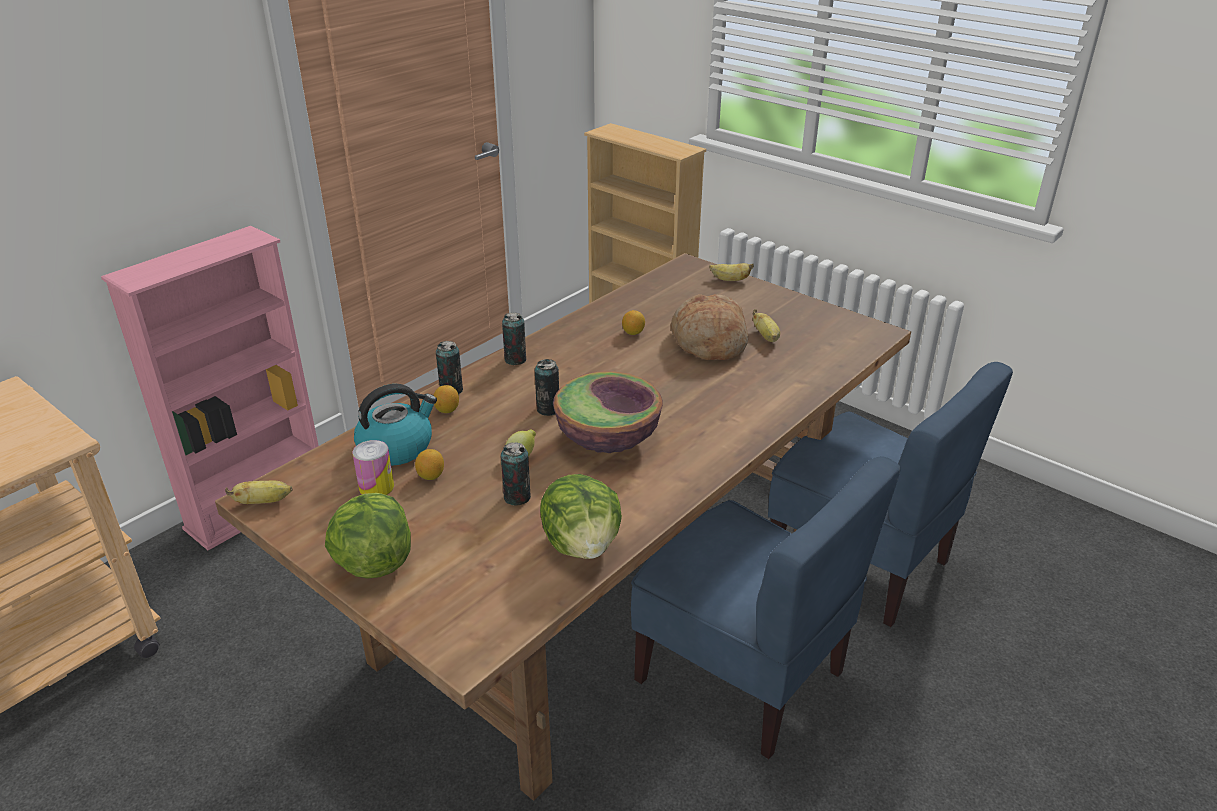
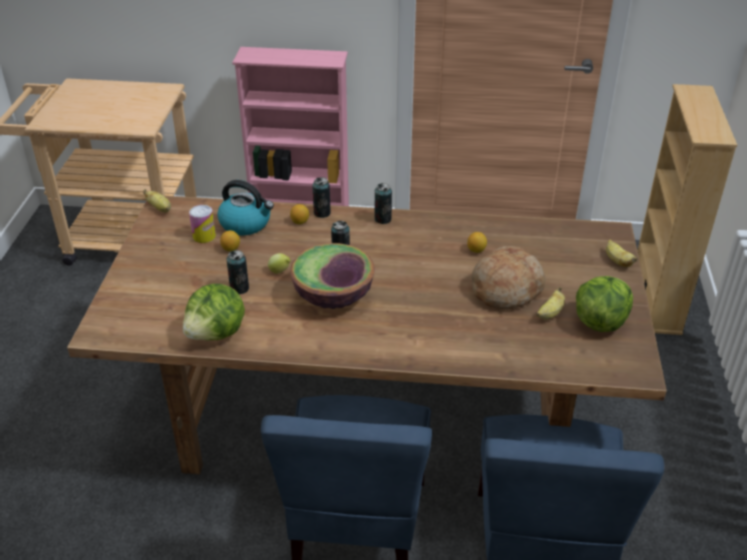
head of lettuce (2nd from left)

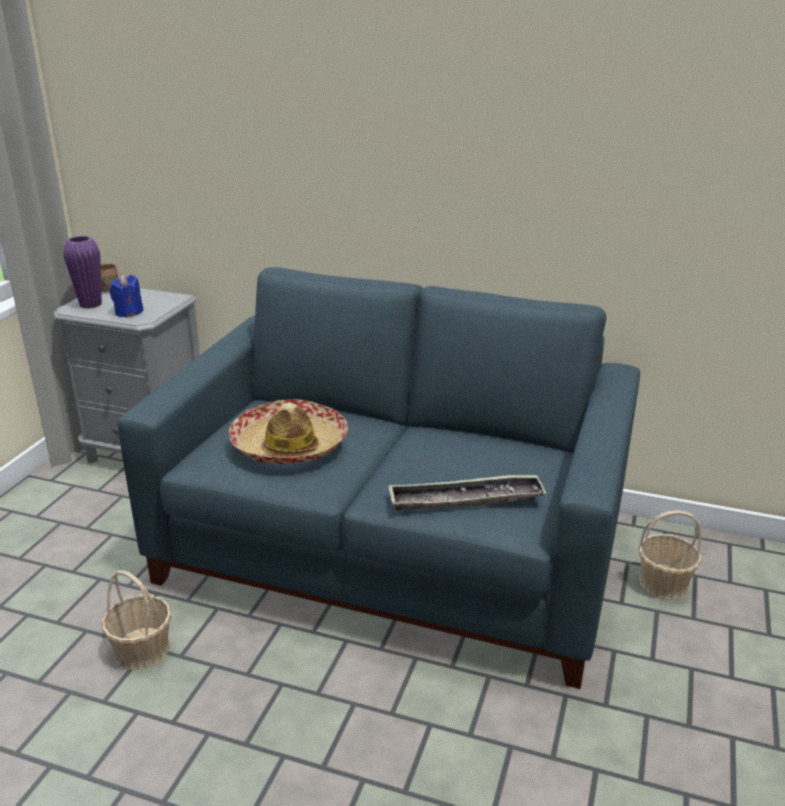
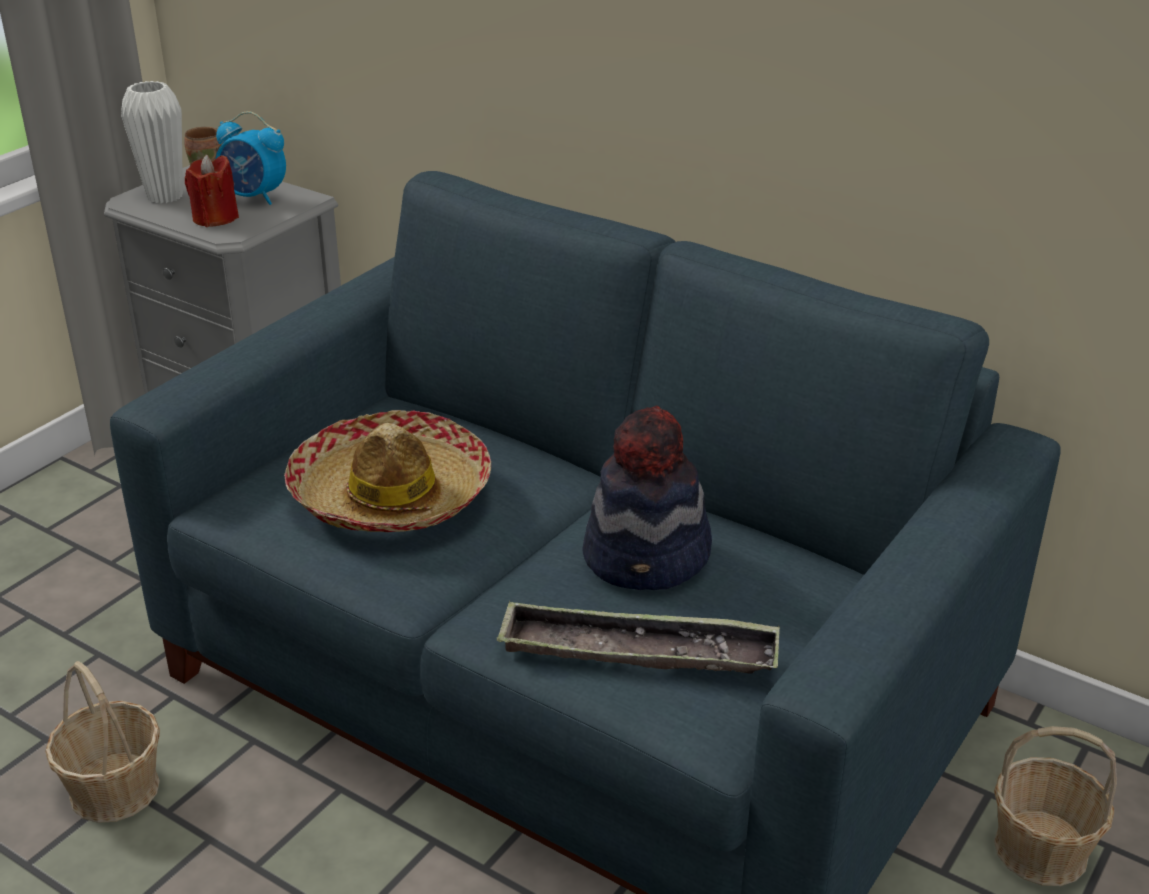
decorative vase in white-coloured; wax candle in red; bedside clock; wearable hat (2nd from left)

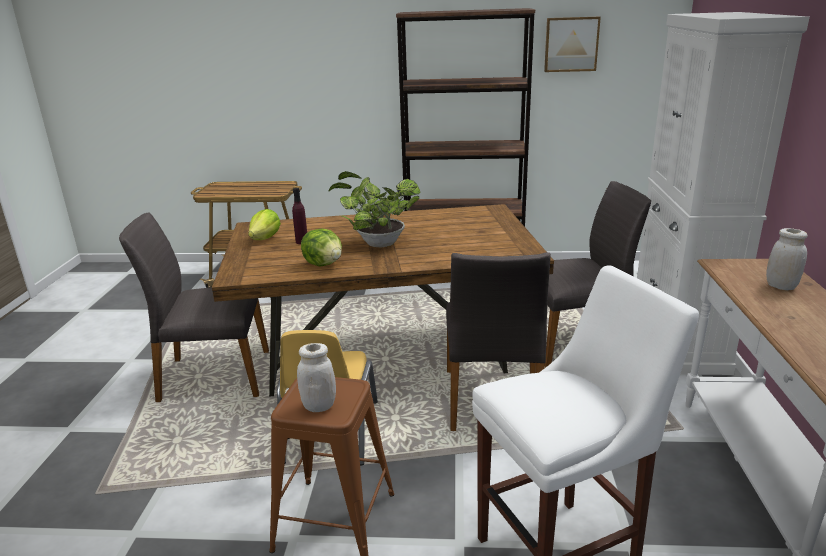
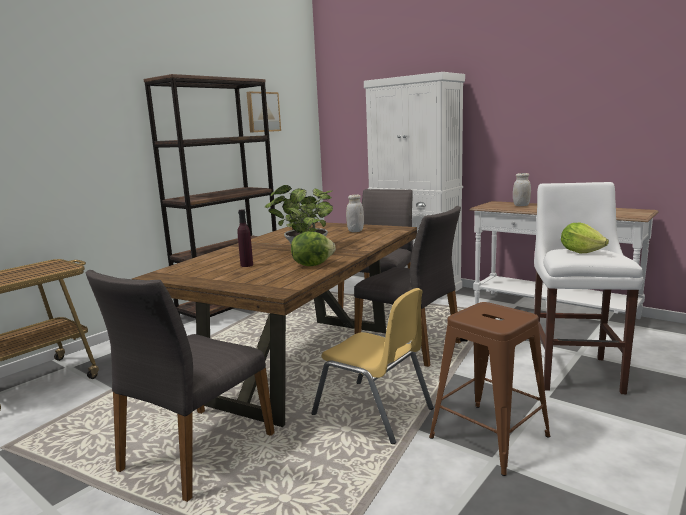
head of lettuce (2nd from left); jar in white-coloured (1st from left)

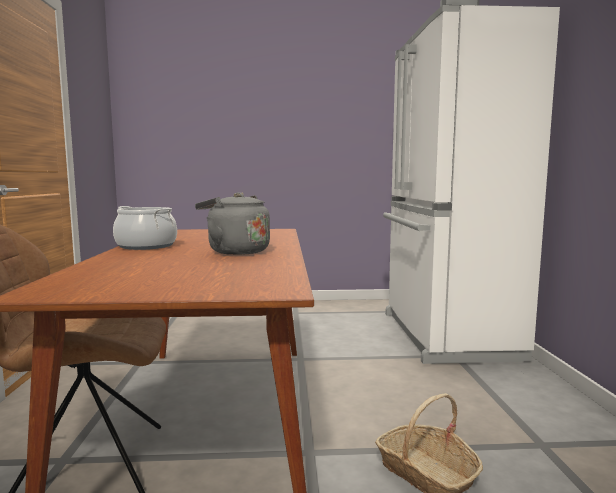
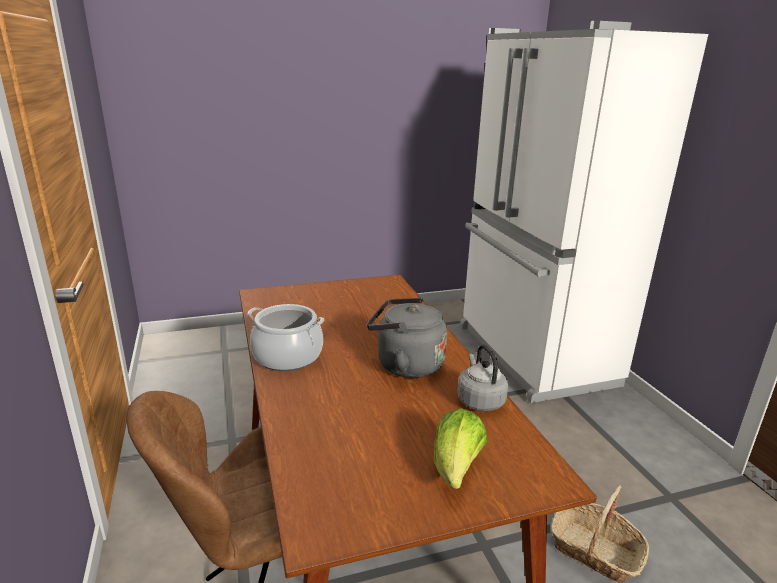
head of lettuce; kettle in greyish (2nd from left)

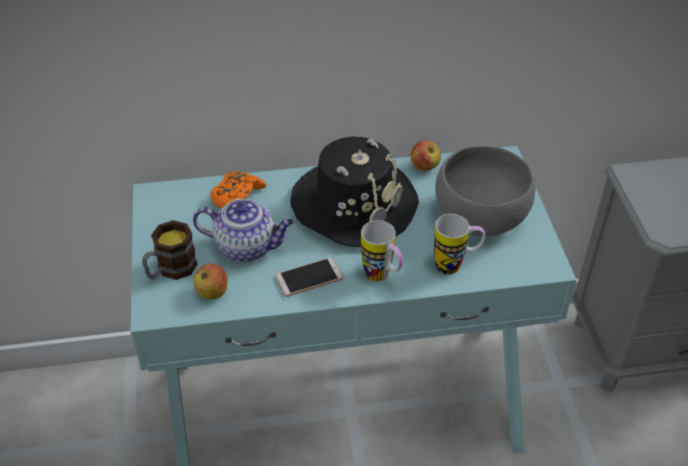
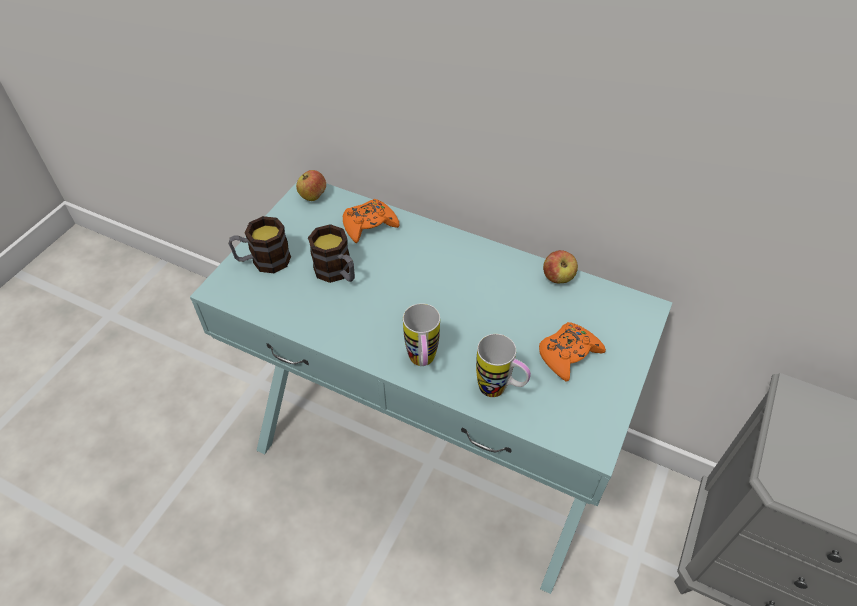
tea mug (2nd from left); apple (1st from left); telephone; wearable hat in black-coloured; joypad in orange (2nd from left)

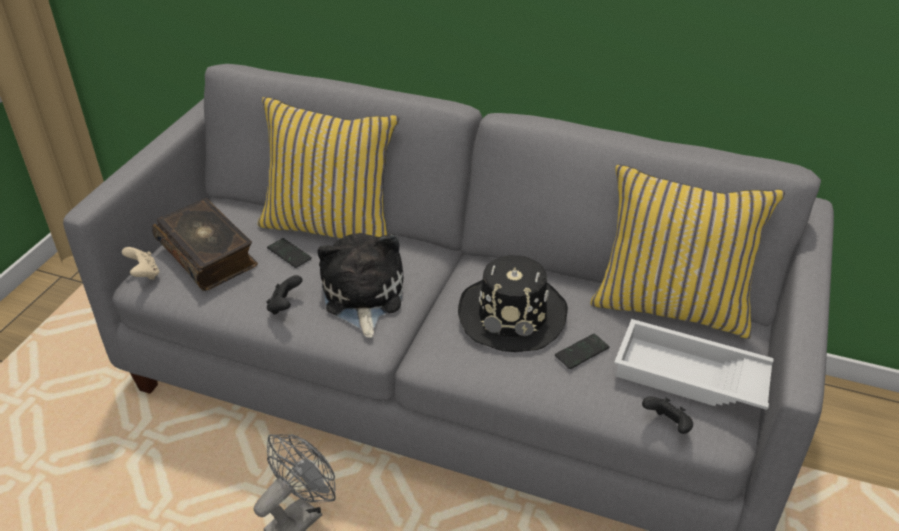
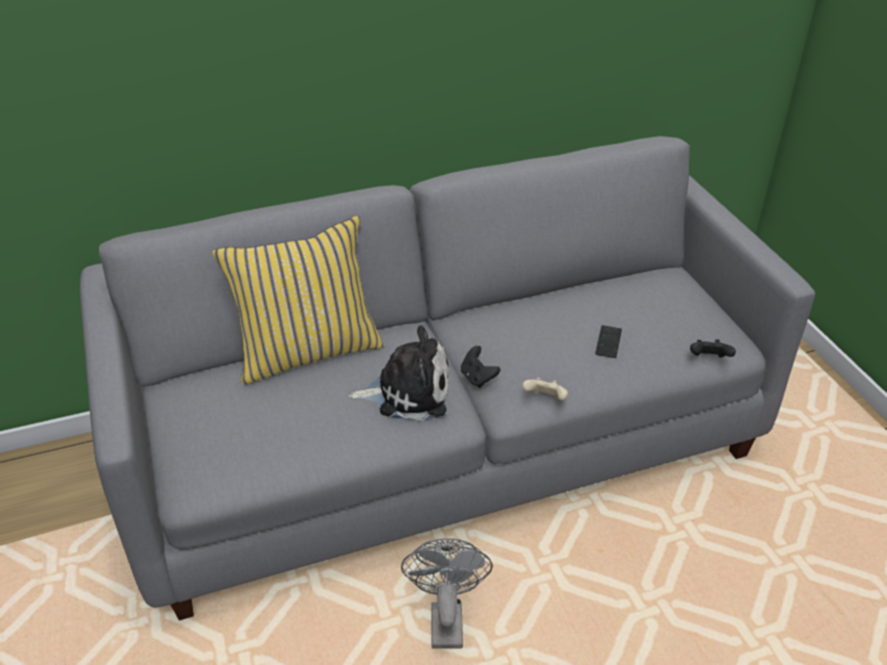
joypad in sand-coloured; bound book; joypad in black-coloured (1st from left); telephone (1st from left in the first image); soft toy; wearable hat in black-coloured; pillow in yellow-coloured (2nd from left in the first image); carrying tray in white-coloured

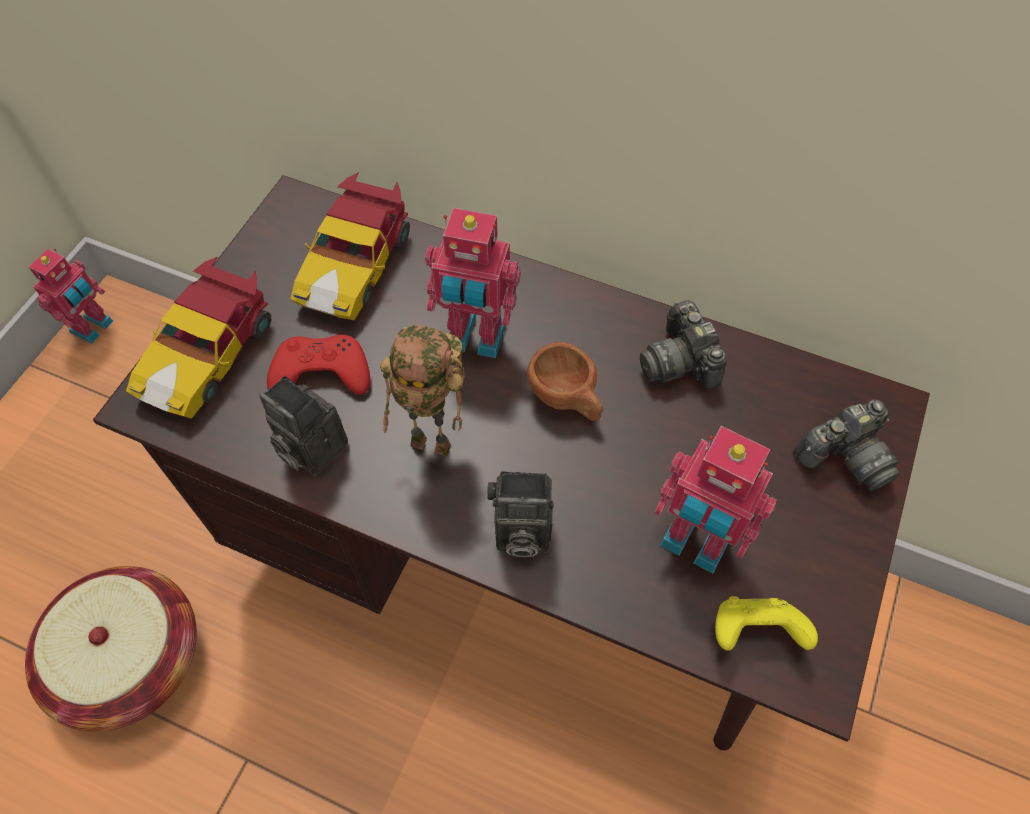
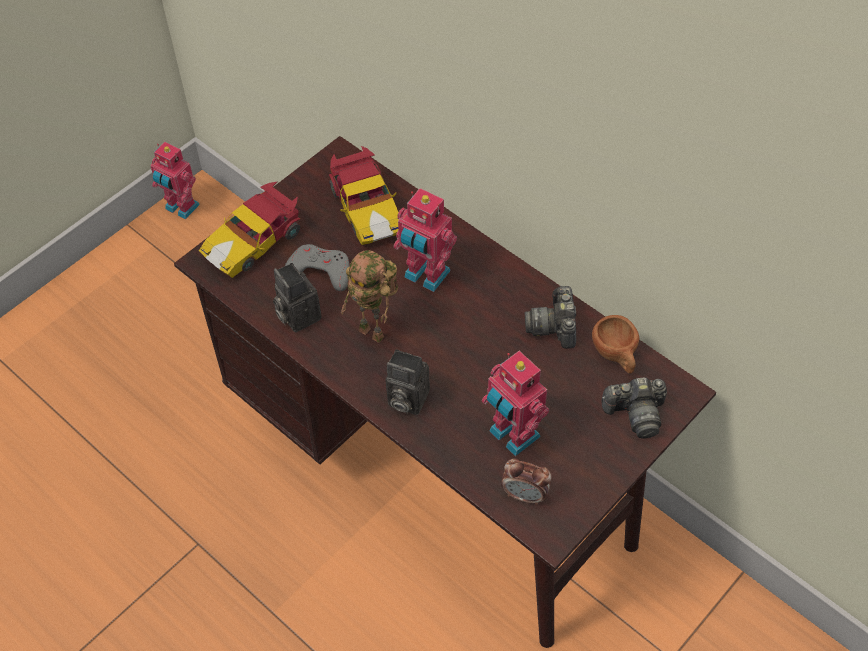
basket; model robot (1st from left); joypad in greyish; miniature car (2nd from left); small cup in brown-coloured; bedside clock

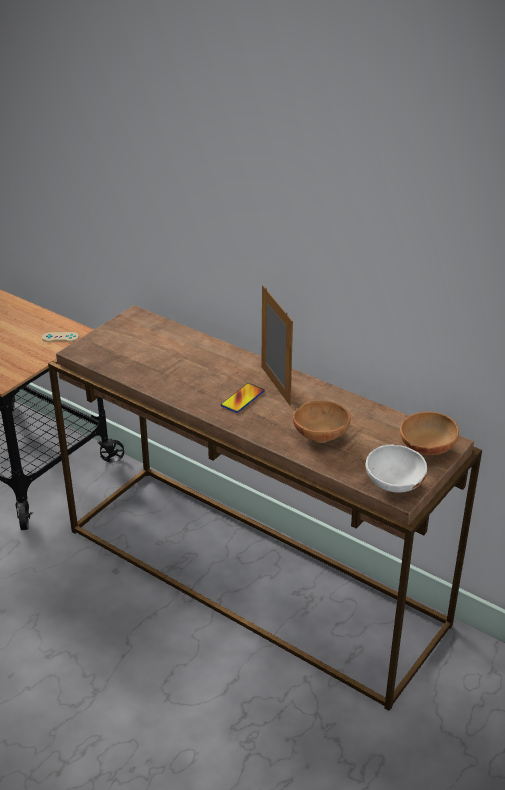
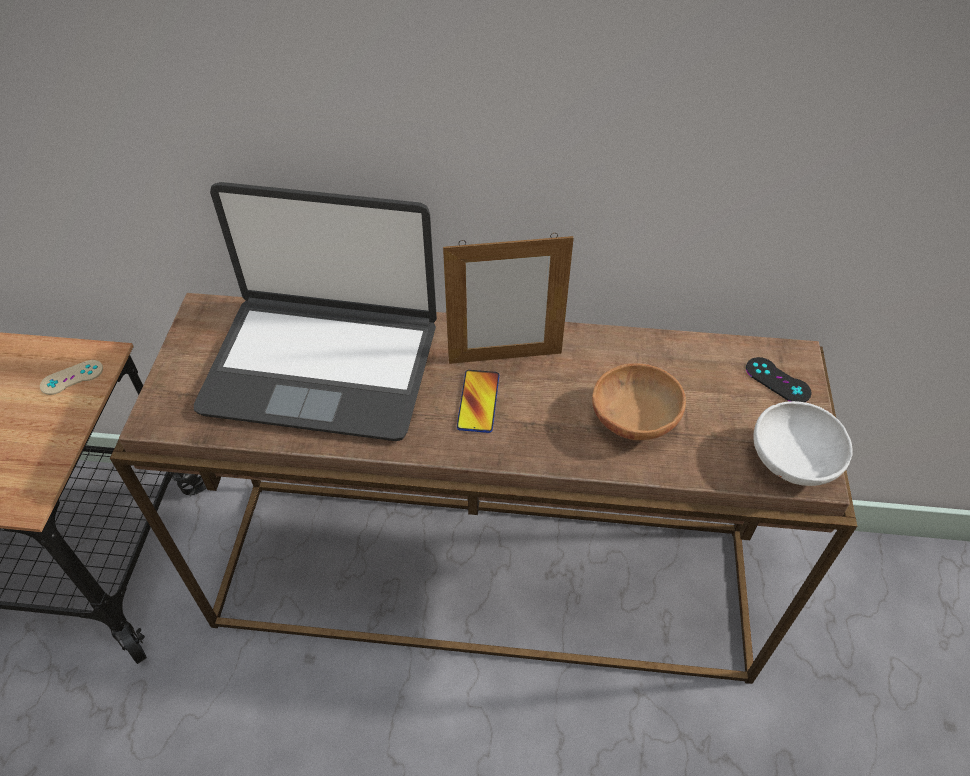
photo frame; joypad in black-coloured; laptop

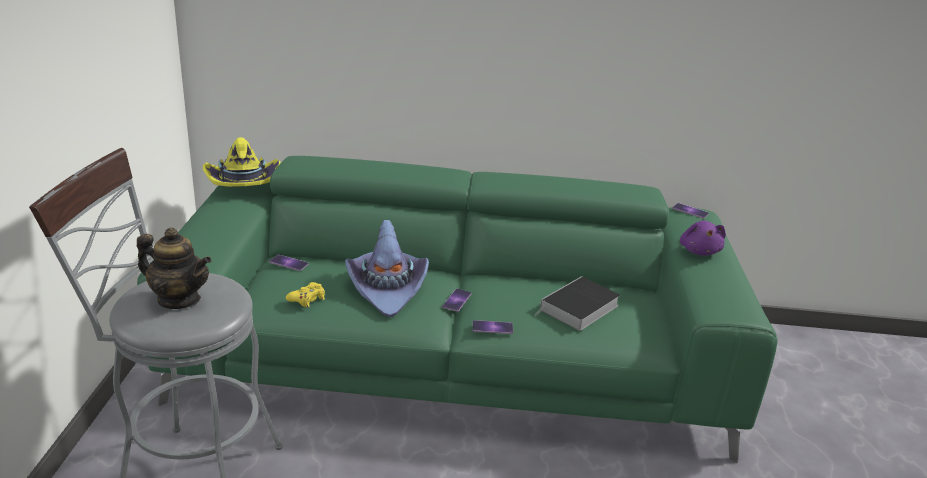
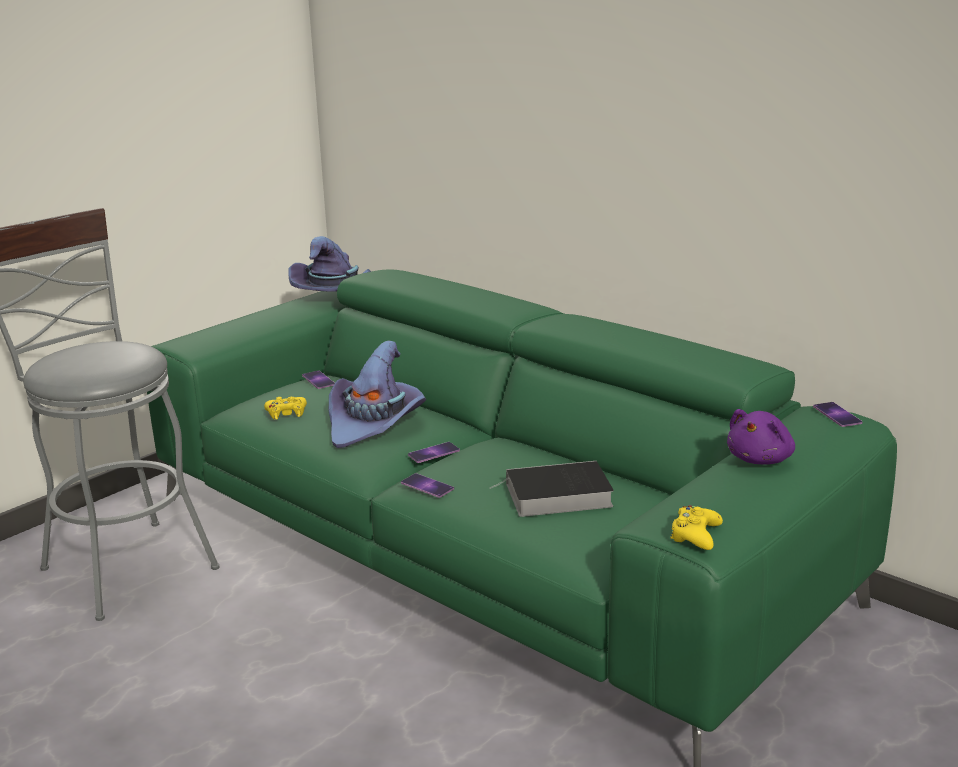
pot for tea; wearable hat in purplish (1st from left); joypad in yellow-coloured (2nd from left)

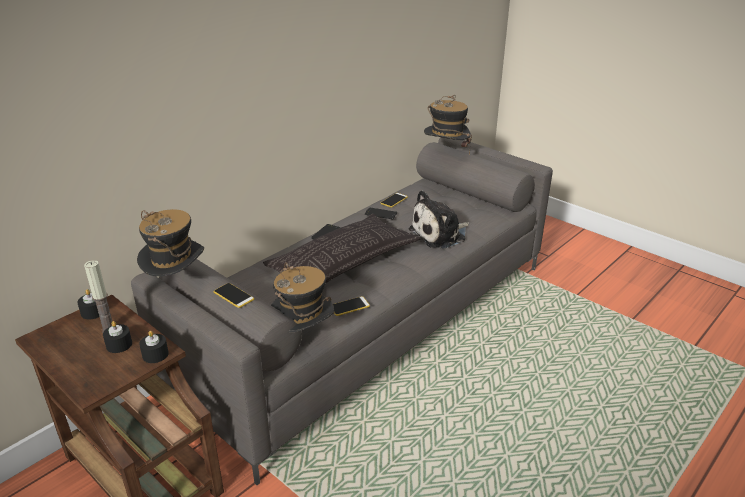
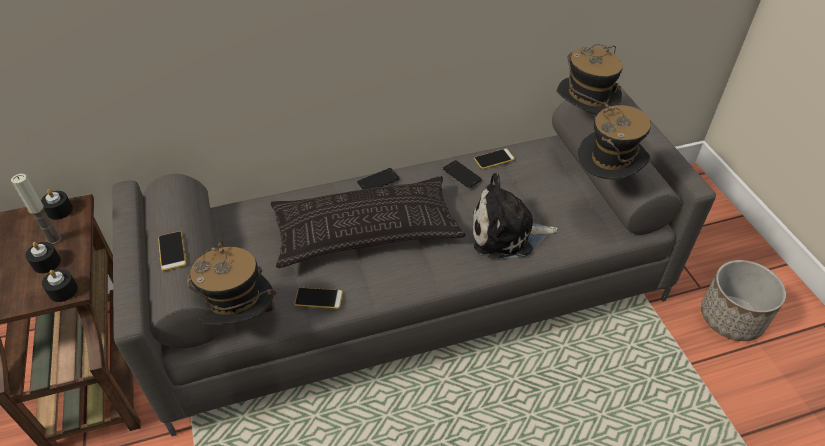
wearable hat (3rd from left); flower pot

